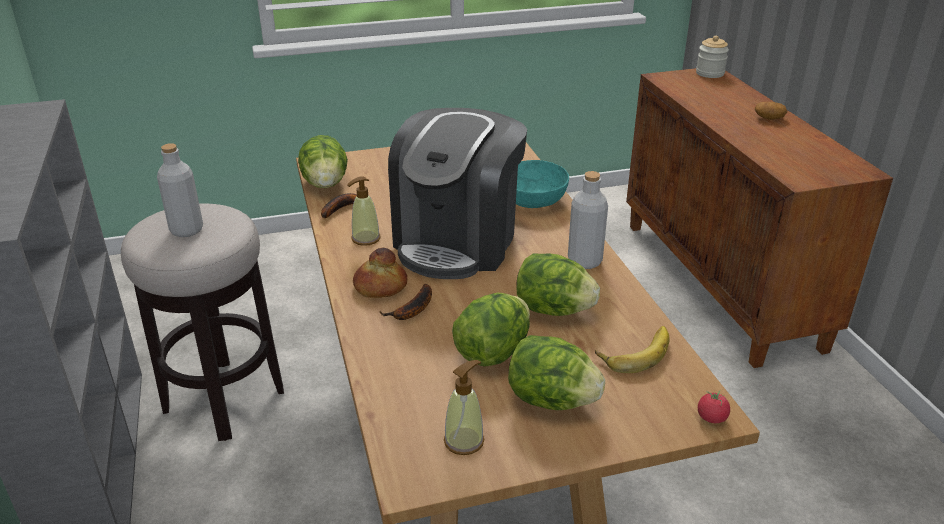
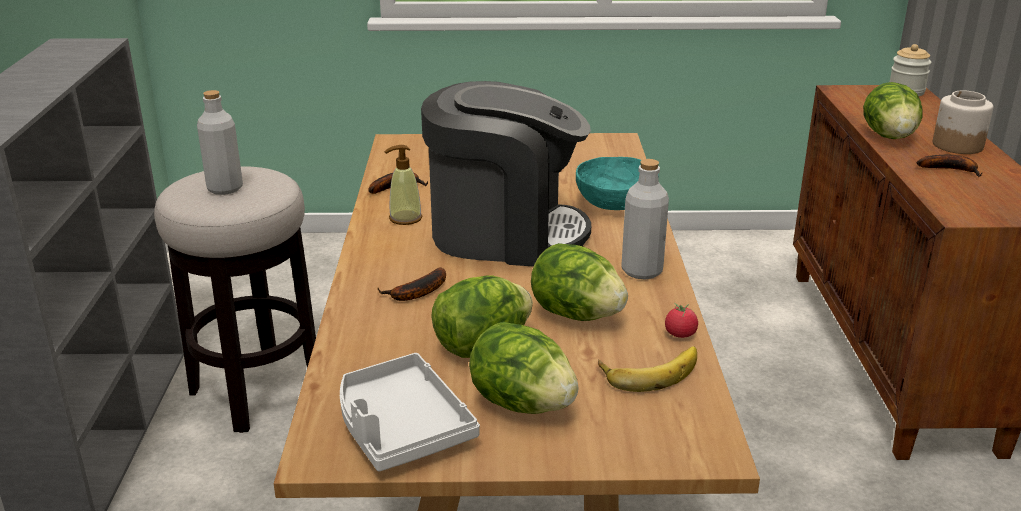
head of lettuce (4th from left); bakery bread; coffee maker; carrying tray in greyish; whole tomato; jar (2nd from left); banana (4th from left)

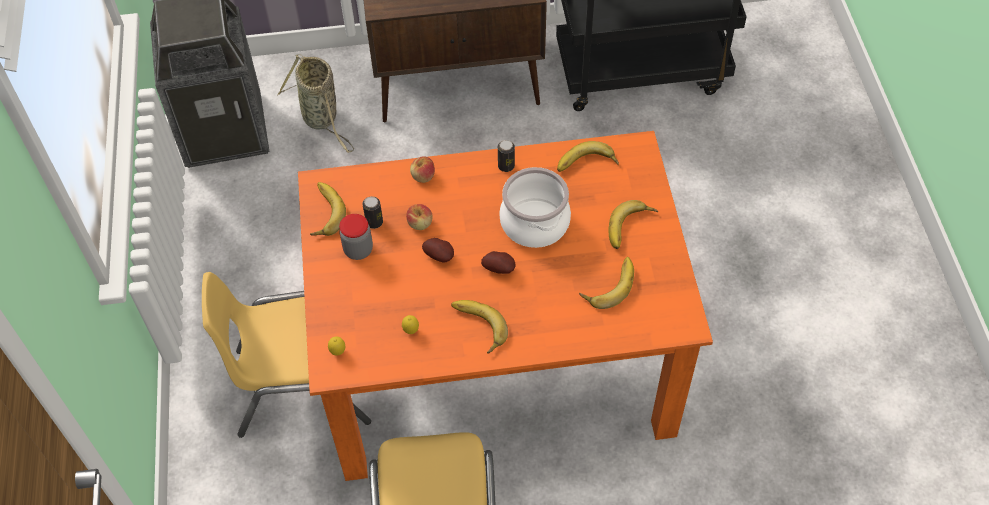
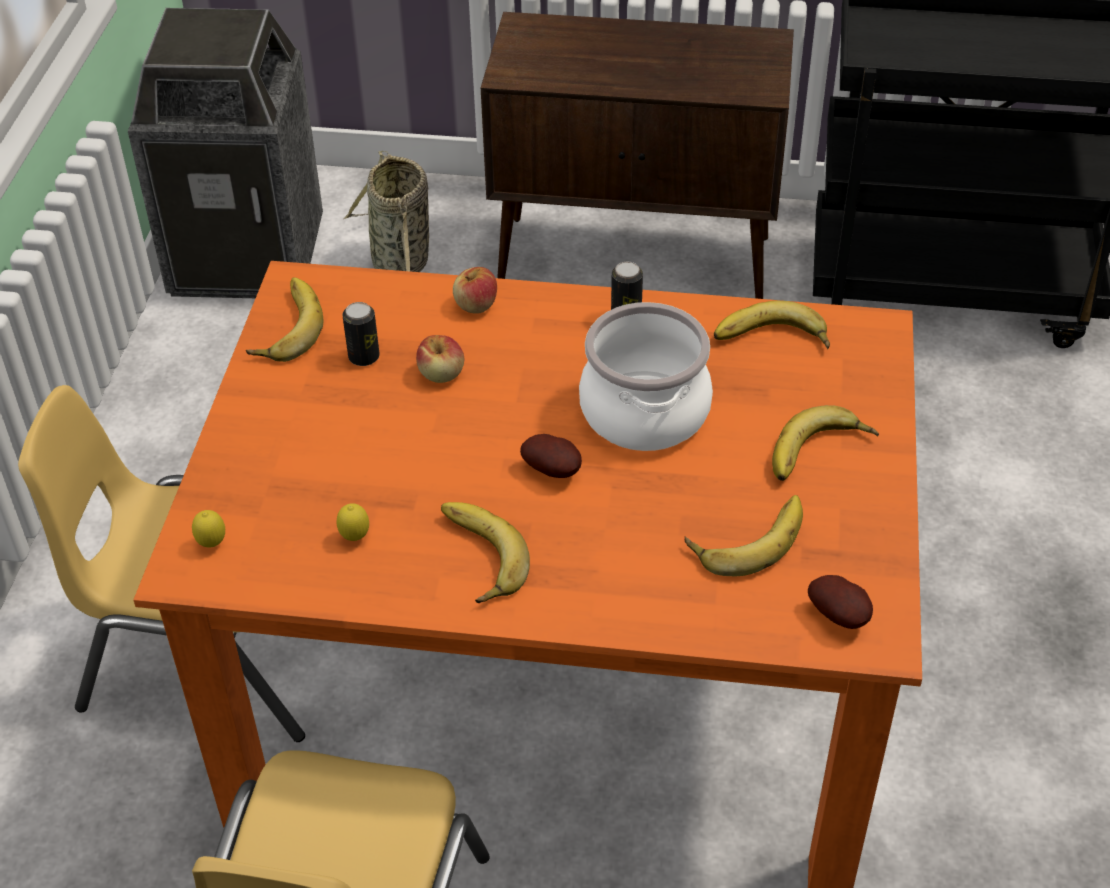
jar; spud (2nd from left)

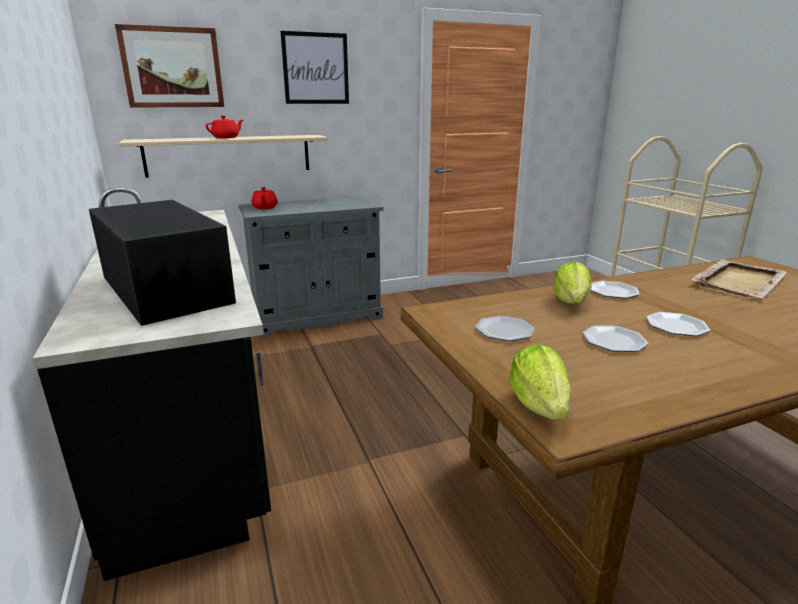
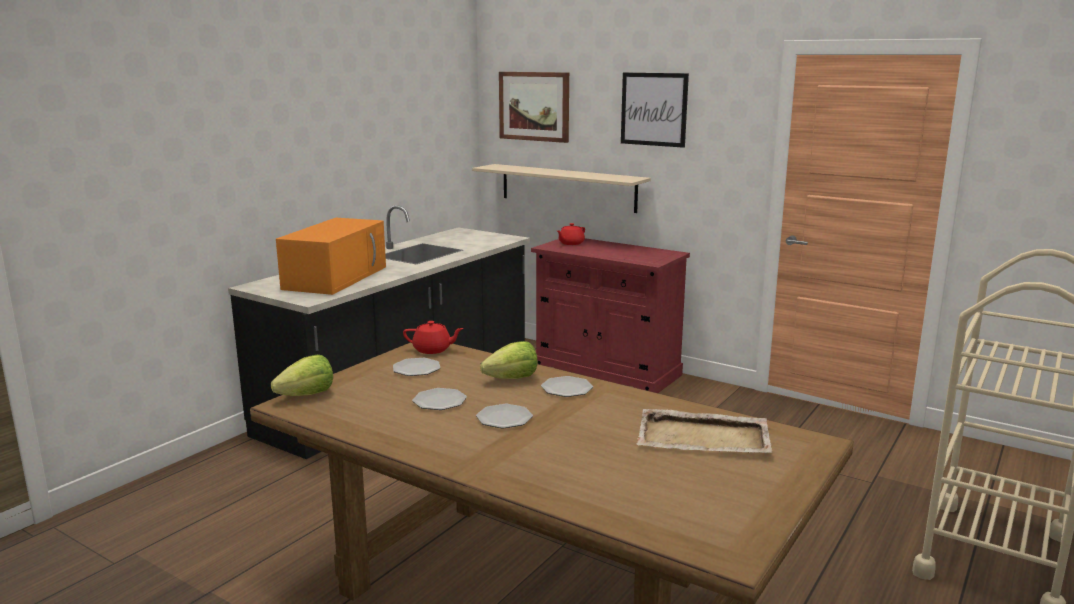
microwave in orange; pot for tea in red (1st from left); cabinet in red

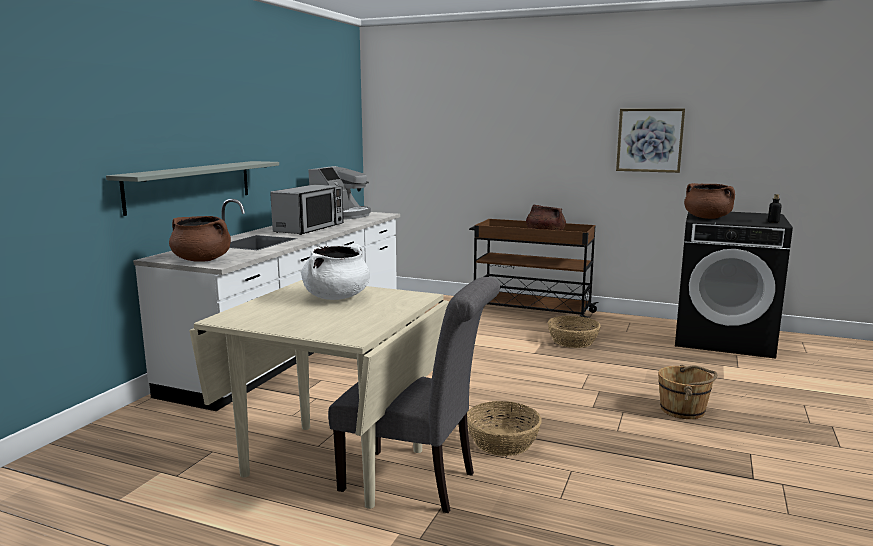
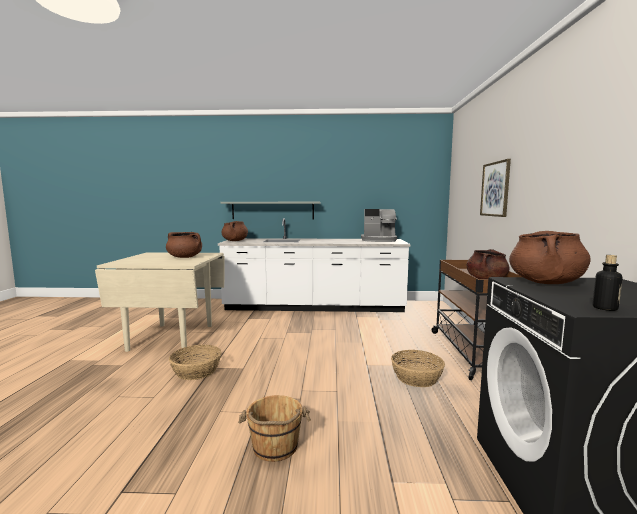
microwave; cooking pot in brown-coloured (1st from left); plain chair in greyish; wall art

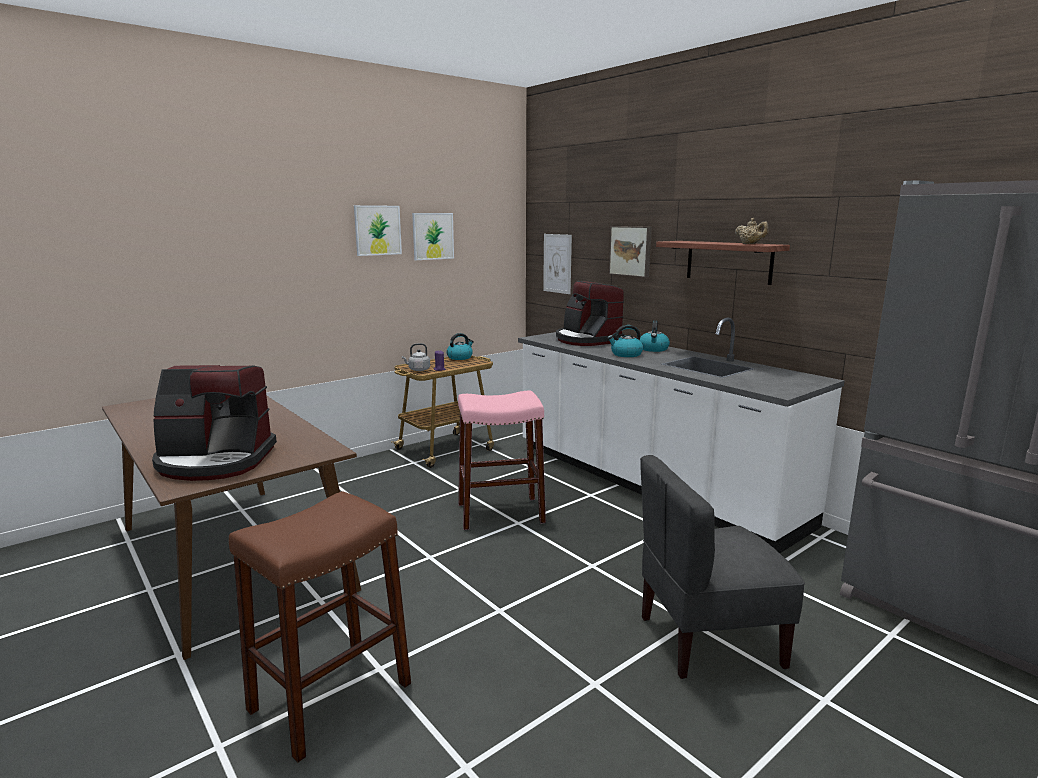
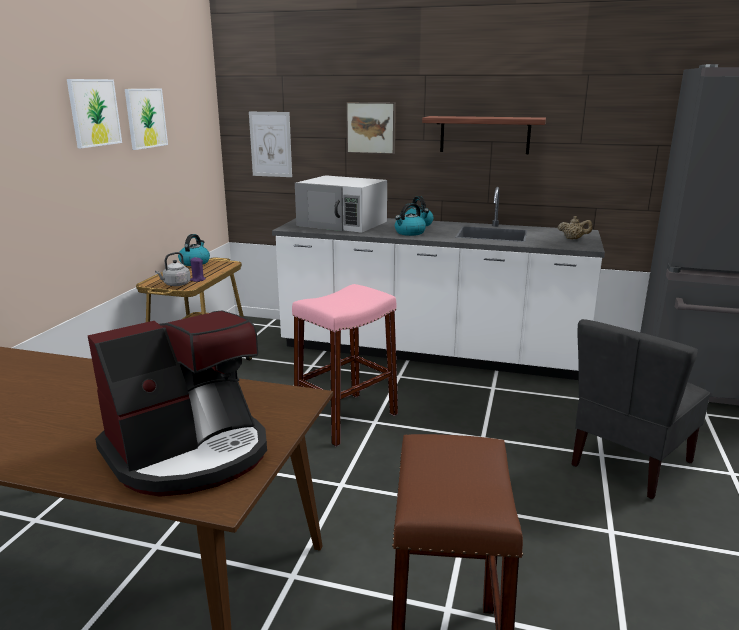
microwave in white-coloured; pot for tea in sand-coloured

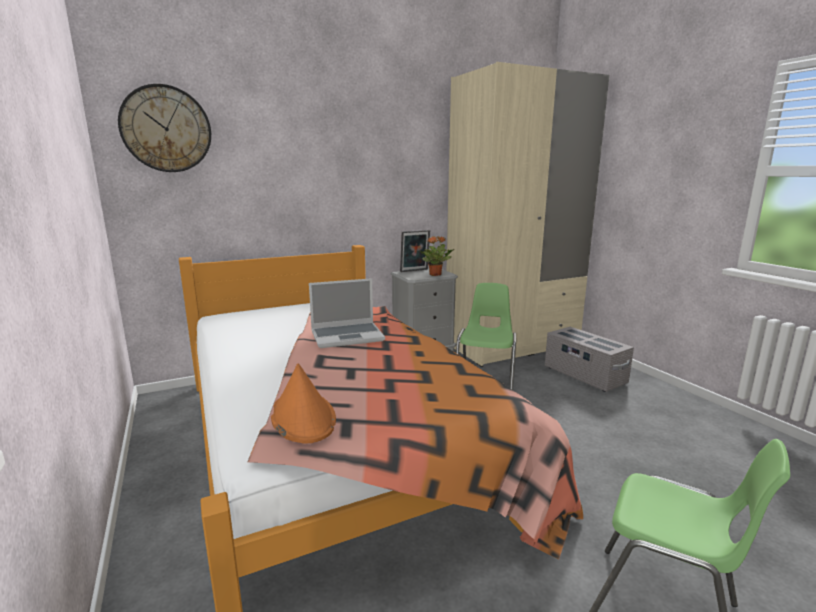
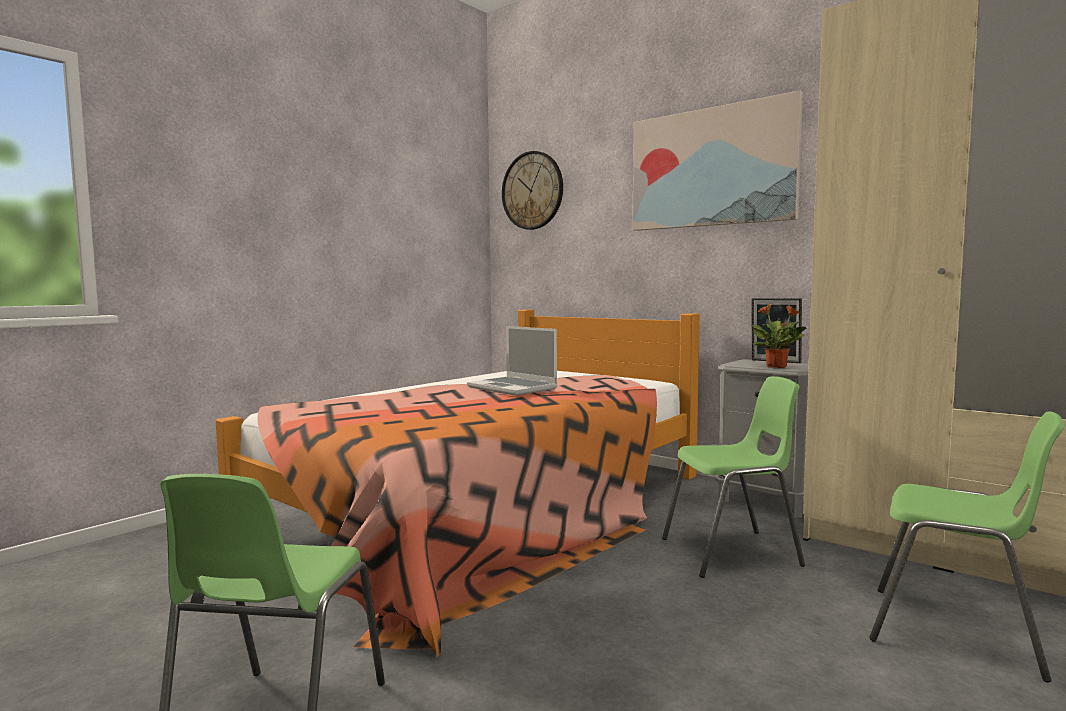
wearable hat in orange; plain chair in green-coloured (3rd from left); wall art

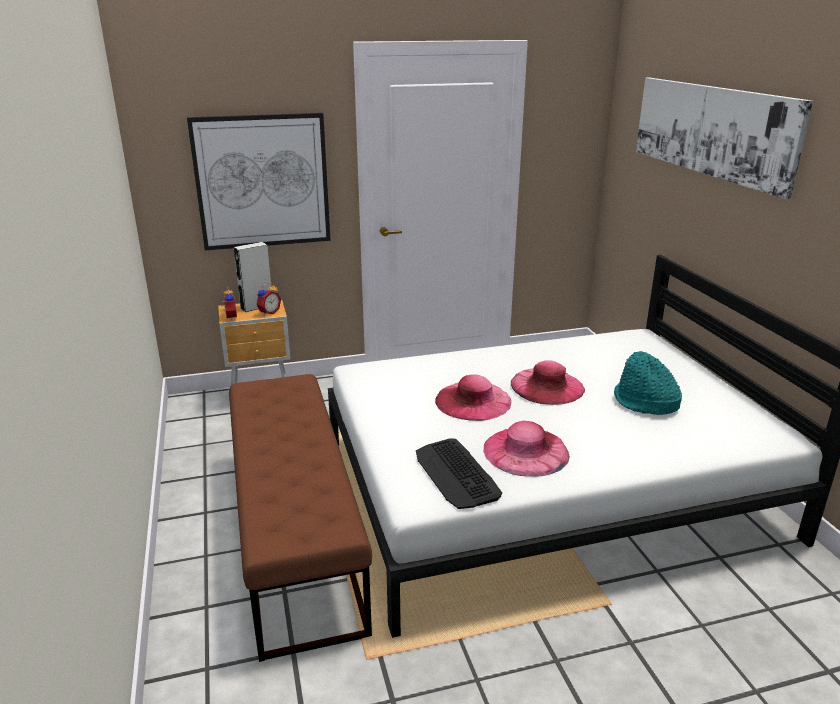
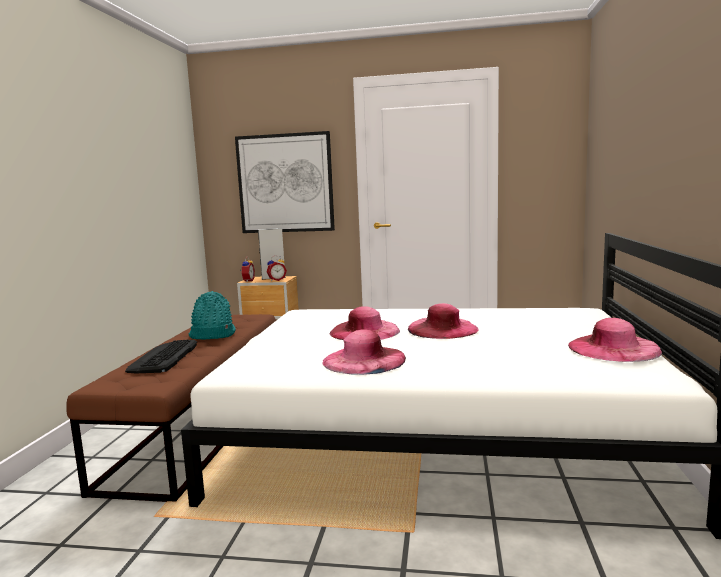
computer keyboard; wearable hat in blue-green; wall art (2nd from left in the first image); wearable hat in pinkish (4th from left)

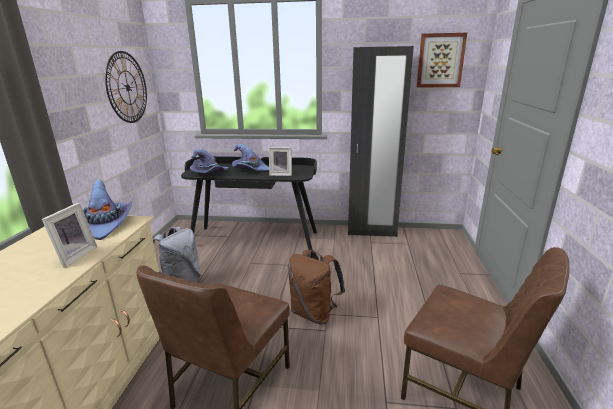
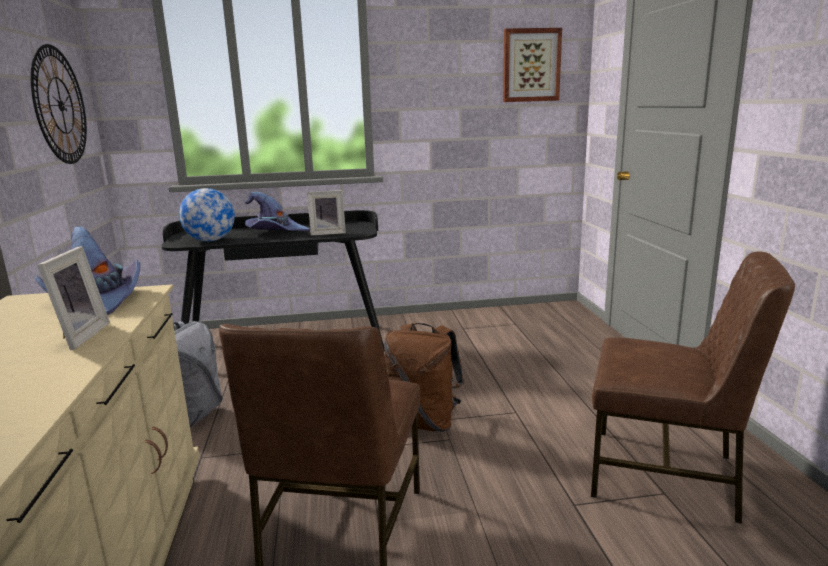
world globe; clothes cupboard in black-coloured

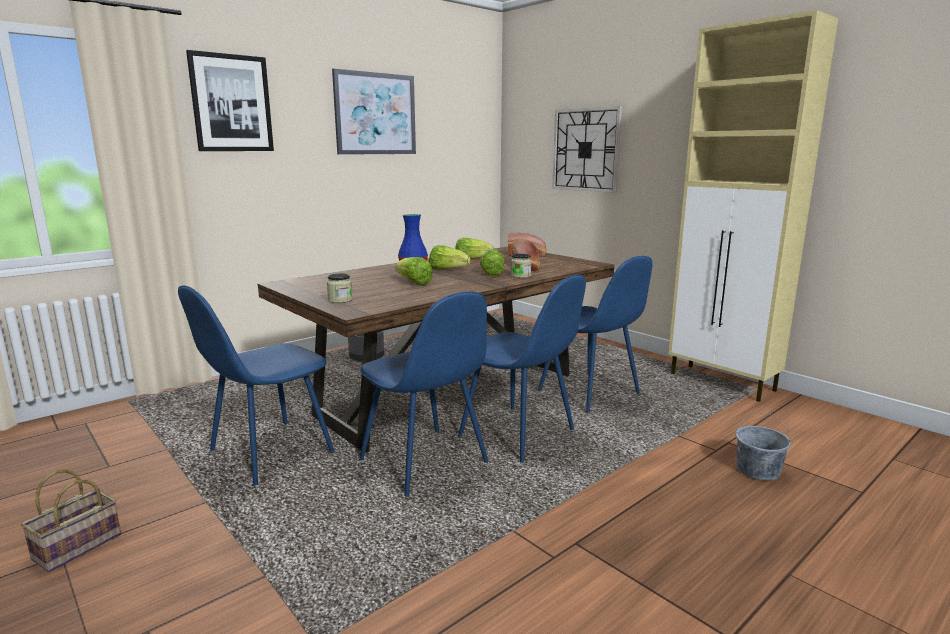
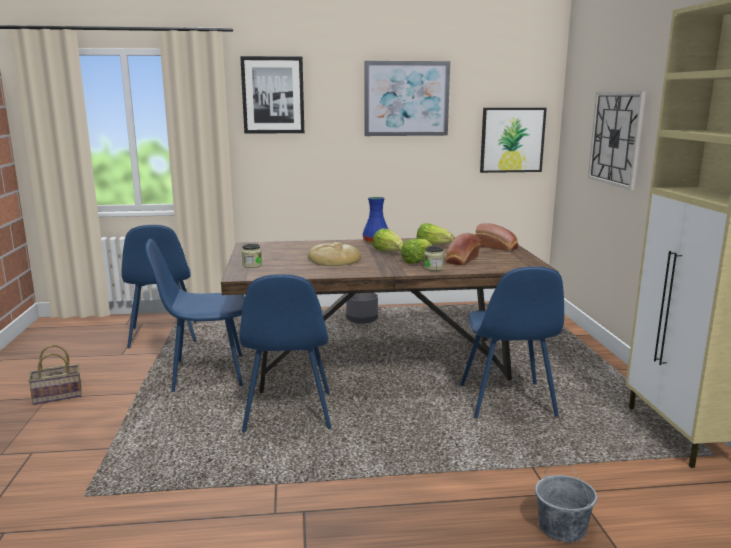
bakery bread (1st from left); plain chair in blue (1st from left); wall art (3rd from left)

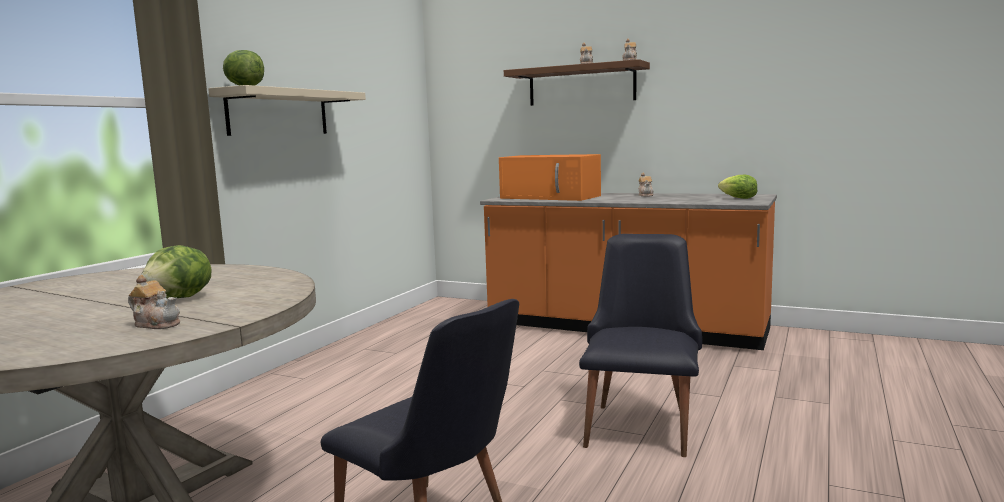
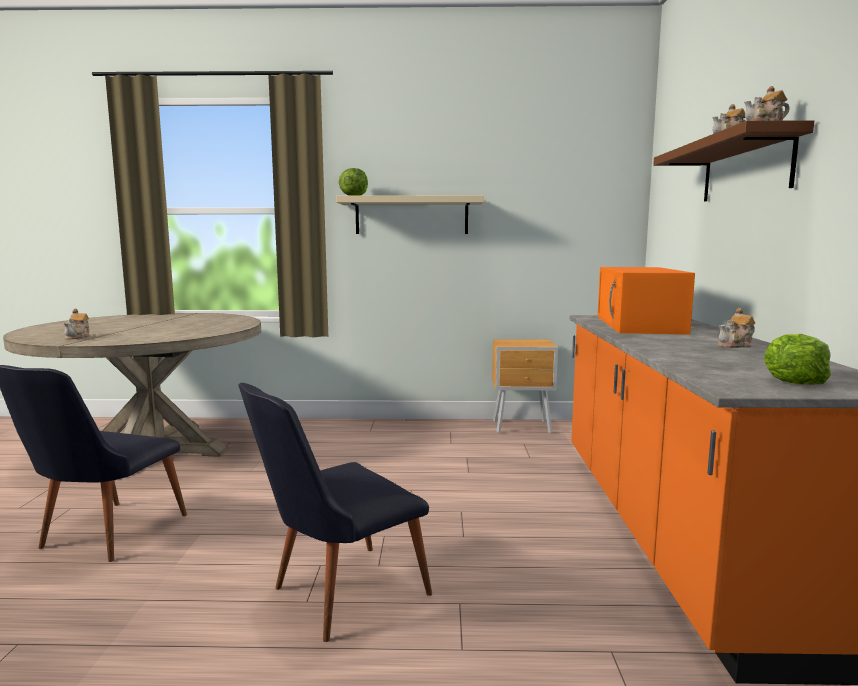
head of lettuce (1st from left in the first image); plain chair in black-coloured (2nd from left); bedside table in brown-coloured

